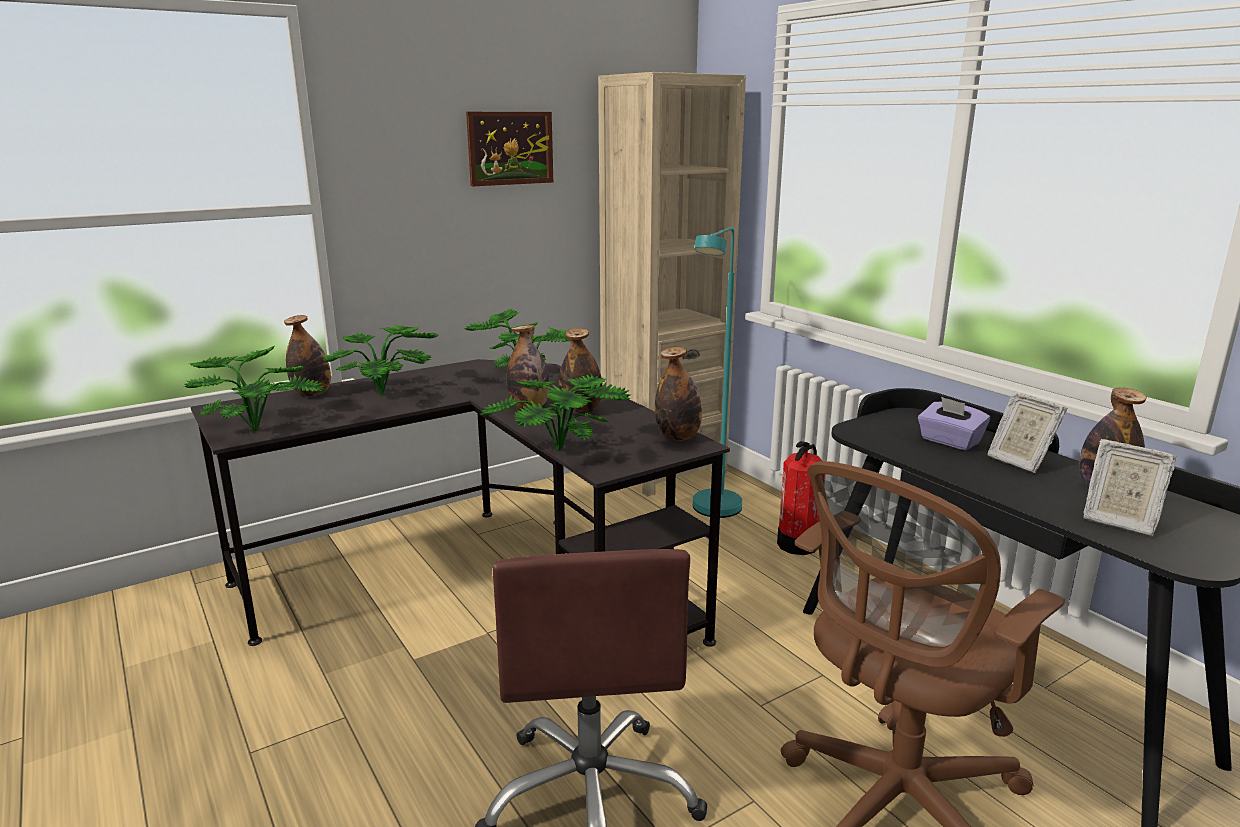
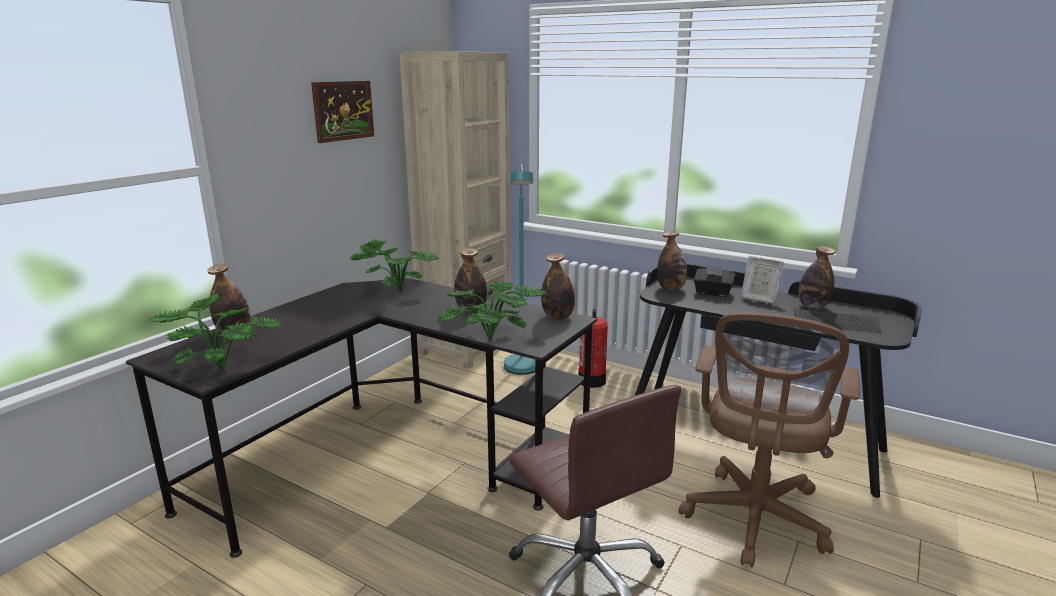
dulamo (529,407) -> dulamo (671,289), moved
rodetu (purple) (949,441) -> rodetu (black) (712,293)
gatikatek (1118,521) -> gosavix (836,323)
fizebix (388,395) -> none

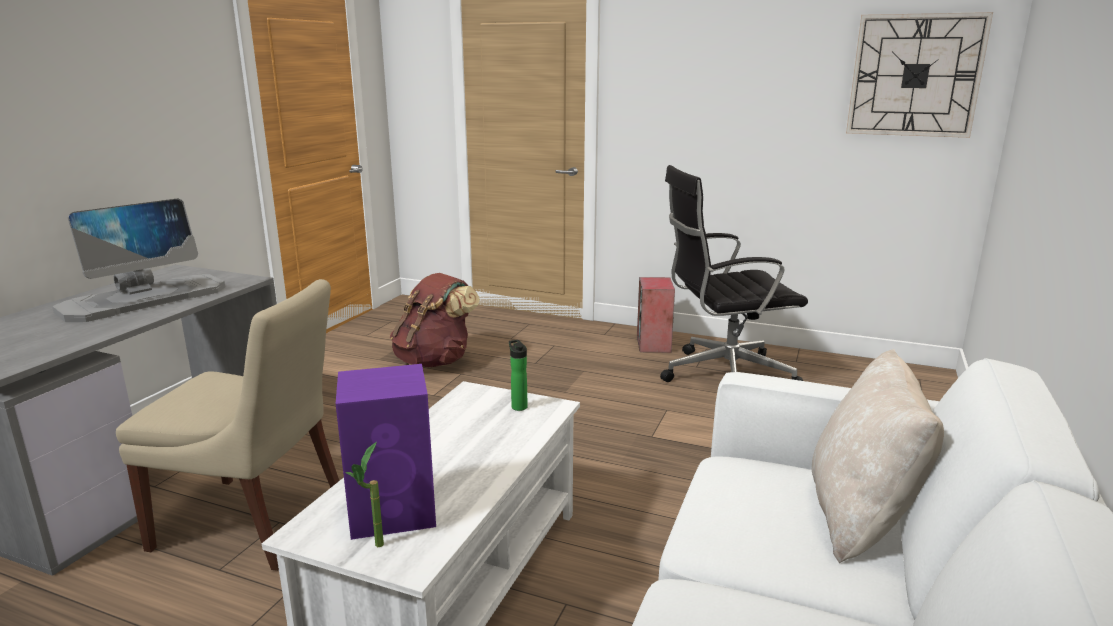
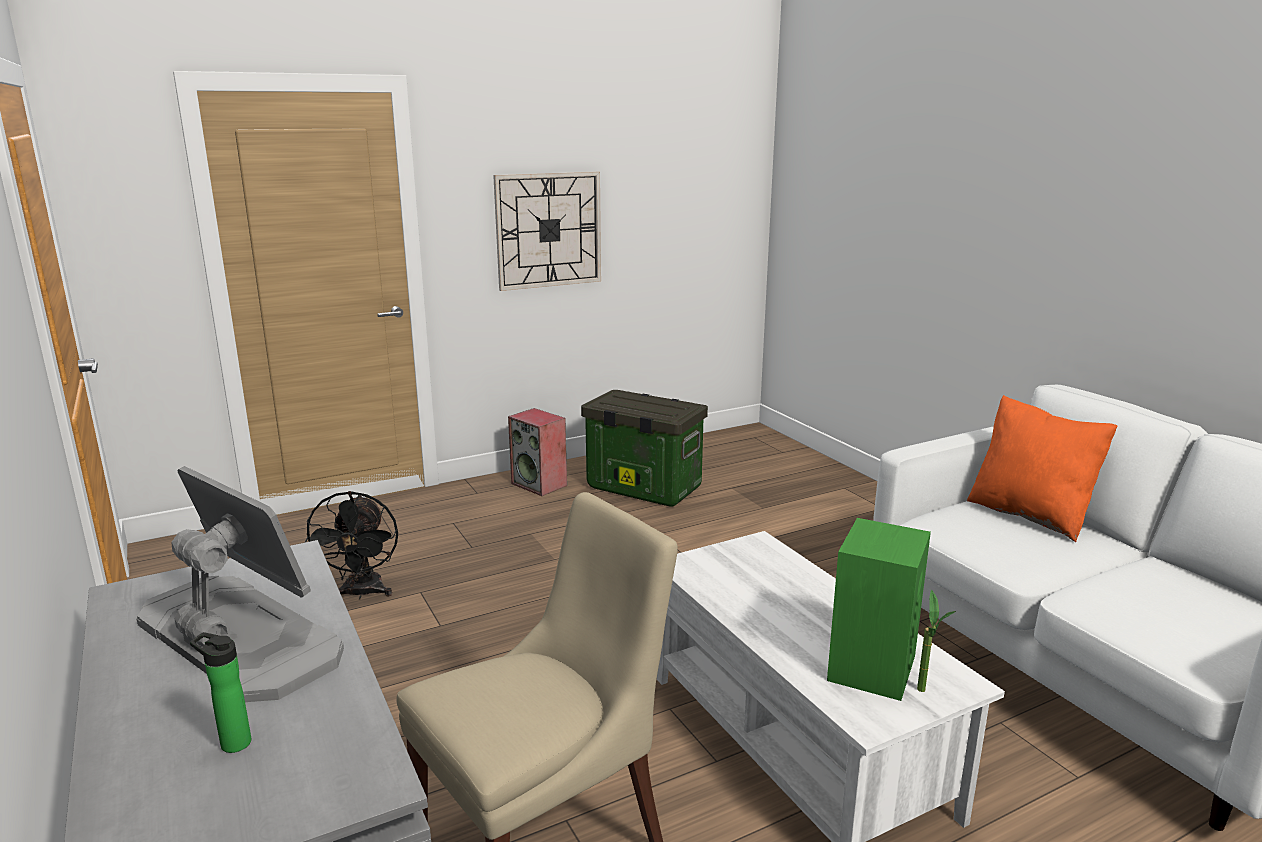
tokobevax (145,299) -> tokobevax (237,636), 45 degrees counterclockwise
dulamo (518,406) -> dulamo (232,742), moved
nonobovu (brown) (435,361) -> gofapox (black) (362,594)
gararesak (915,76) -> gararesak (548,230), moved
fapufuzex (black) (723,376) -> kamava (642,488)
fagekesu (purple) (395,511) -> fagekesu (green) (872,667)
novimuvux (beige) (861,517) -> novimuvux (orange) (1030,515)

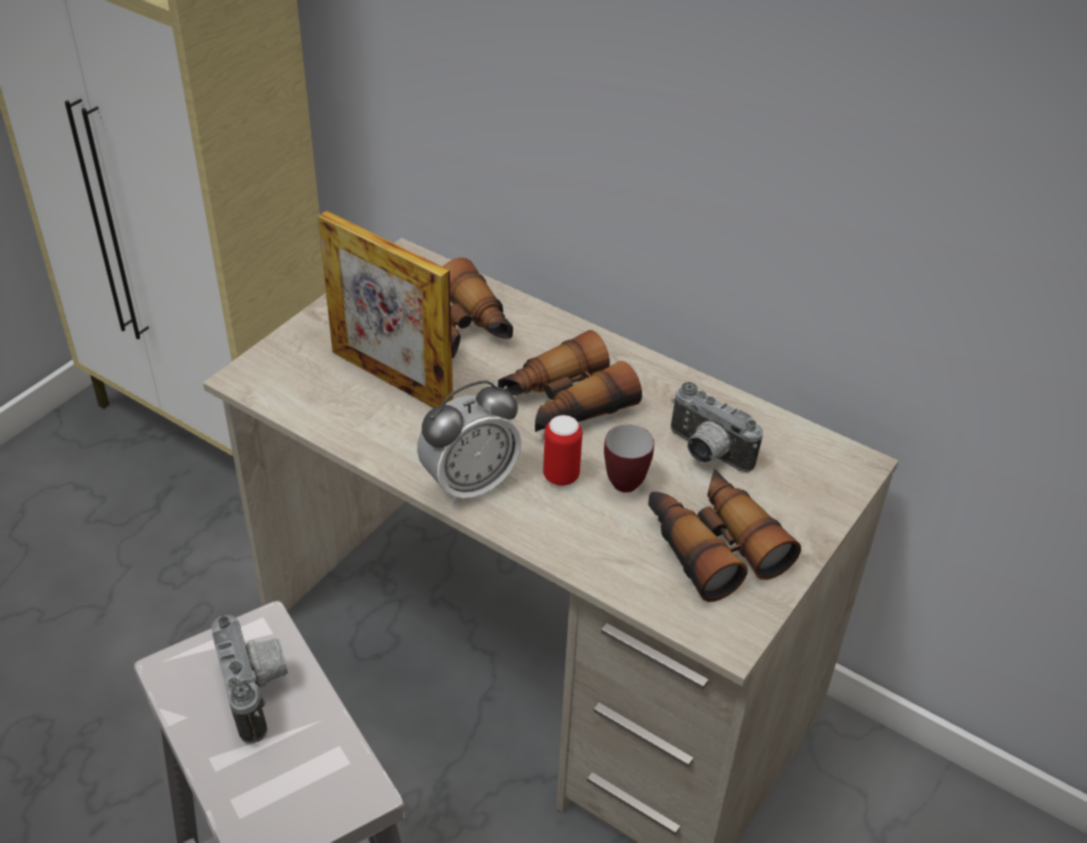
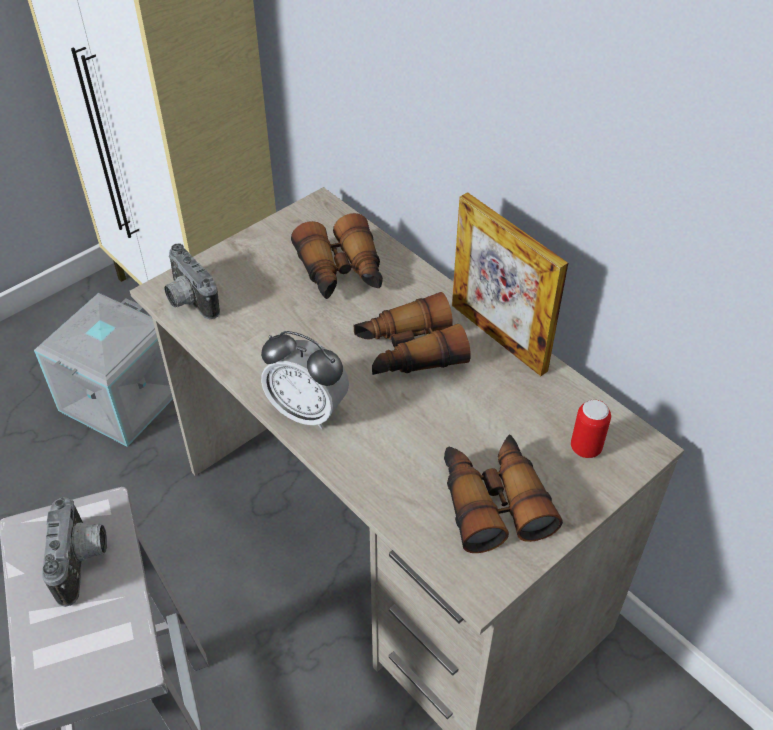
none -> kamava (grey) (123,399)
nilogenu (705,453) -> nilogenu (188,300), moved
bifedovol (470,484) -> bifedovol (307,411), 45 degrees clockwise
gatikatek (391,379) -> gatikatek (498,337), moved
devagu (561,476) -> devagu (585,448), moved
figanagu (626,479) -> none

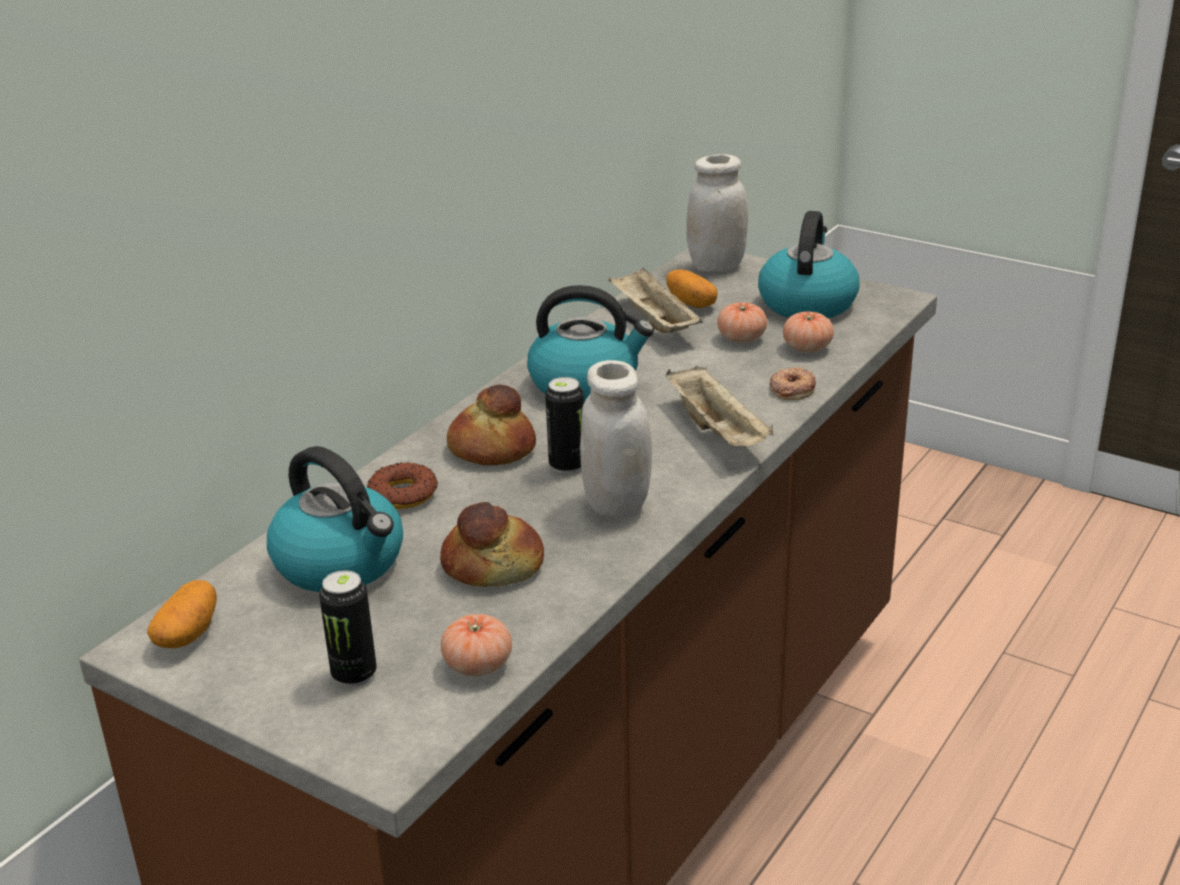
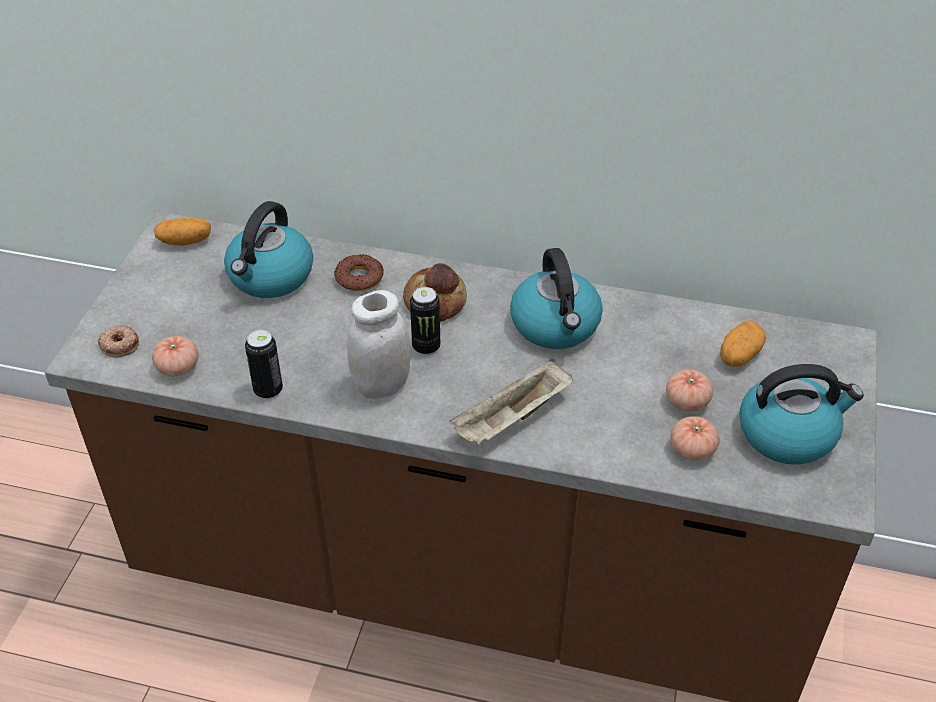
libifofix (791,389) -> libifofix (119,344), moved
devagu (354,674) -> devagu (268,390), moved
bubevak (493,564) -> none
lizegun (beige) (653,321) -> none
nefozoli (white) (716,266) -> none

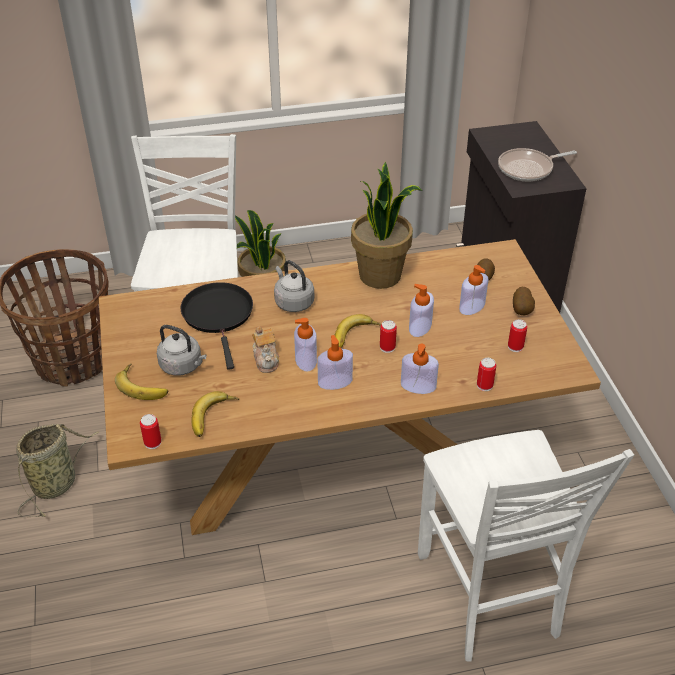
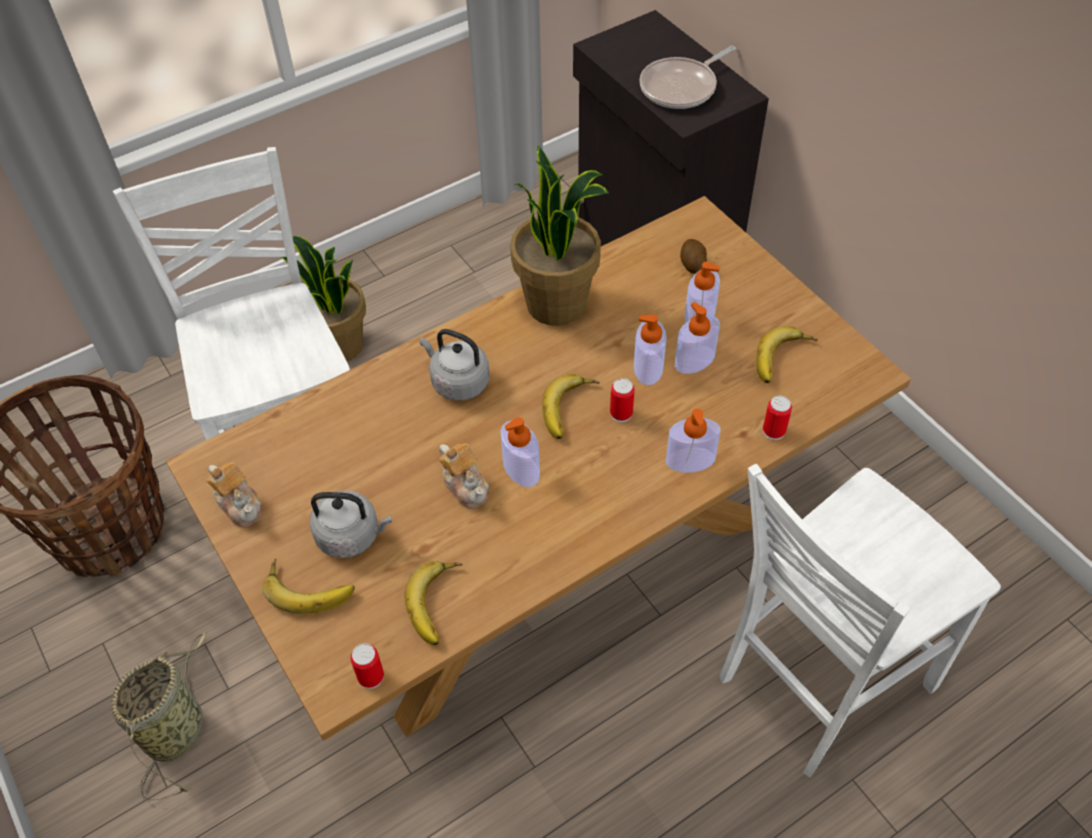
none -> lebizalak (240,504)
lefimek (335,381) -> lefimek (694,360), moved
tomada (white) (489,597) -> tomada (white) (819,681), 90 degrees clockwise
devagu (515,347) -> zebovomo (783,360)
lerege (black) (219,316) -> none
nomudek (522,310) -> none

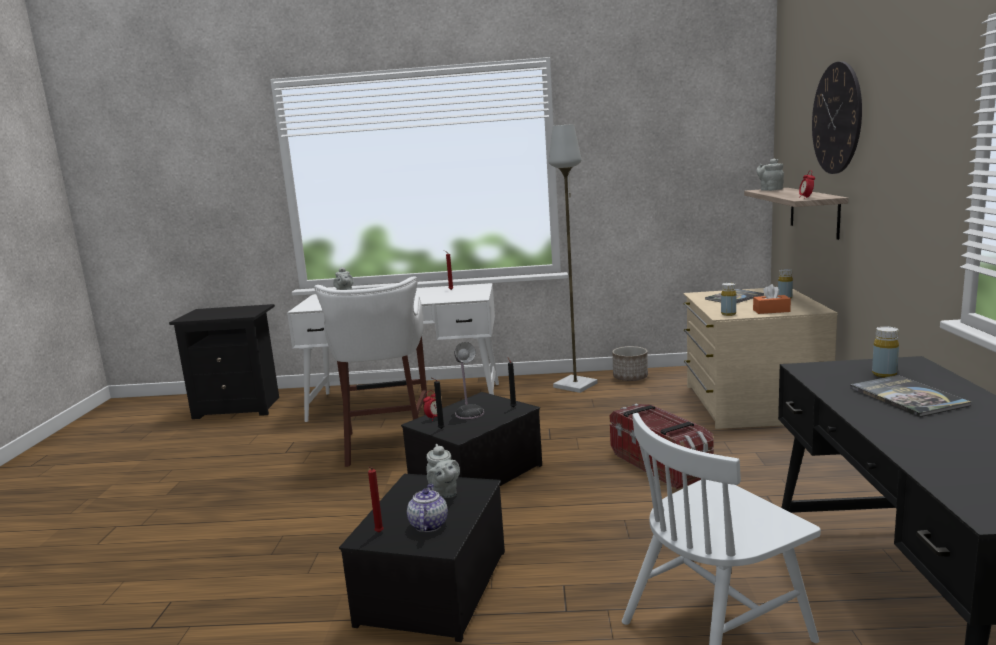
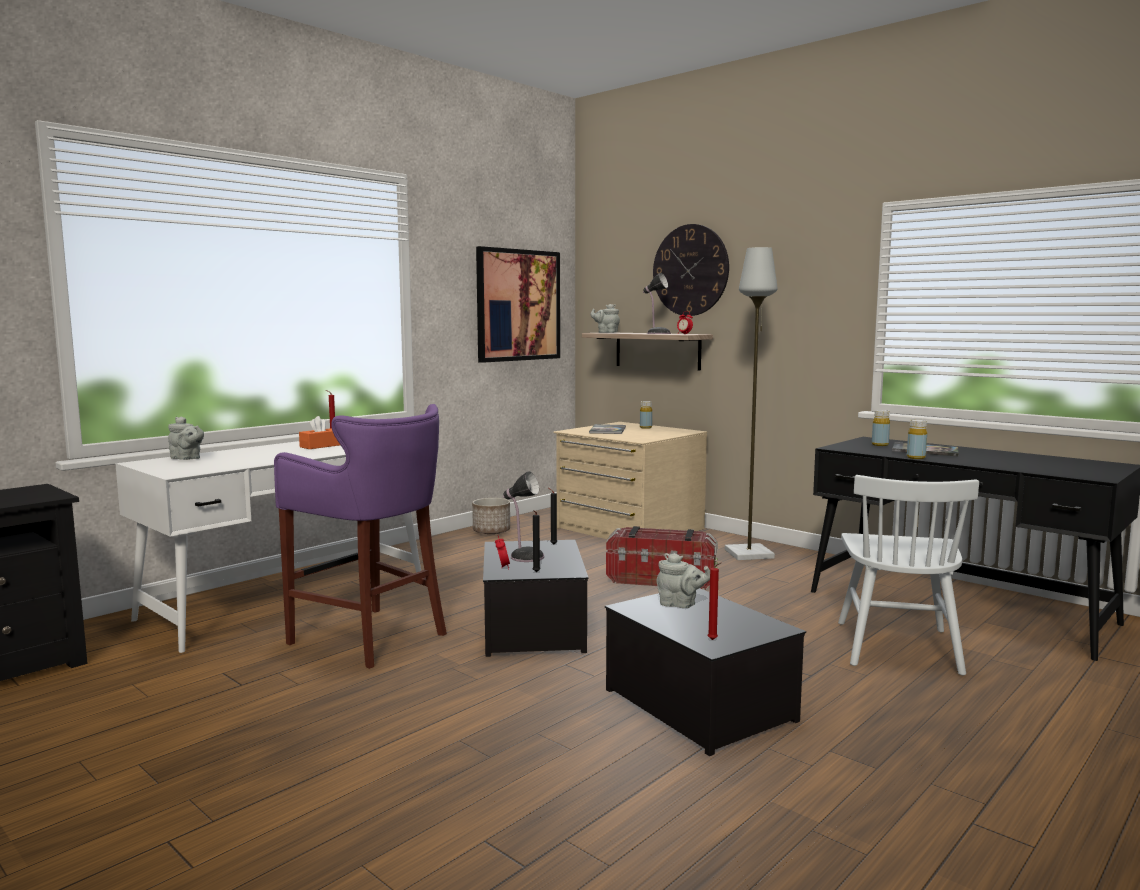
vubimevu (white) (387,446) -> vubimevu (purple) (372,638)
rodetu (orange) (771,311) -> rodetu (orange) (320,446), moved
none -> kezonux (518,305)
none -> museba (657,333)
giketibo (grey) (576,385) -> giketibo (grey) (749,553), moved
dulamo (yellow) (728,314) -> dulamo (yellow) (916,457), moved
lebizalak (428,525) -> none

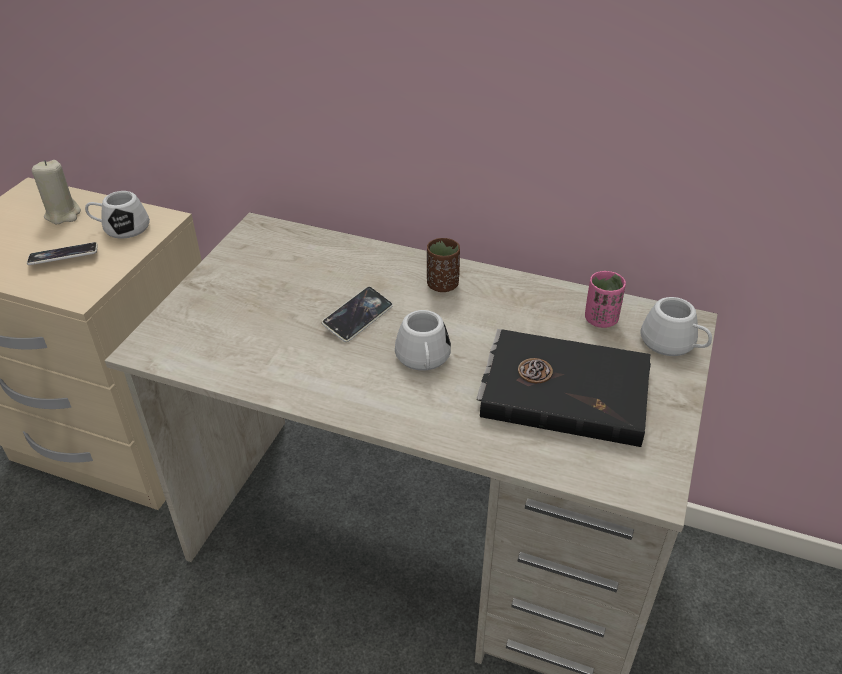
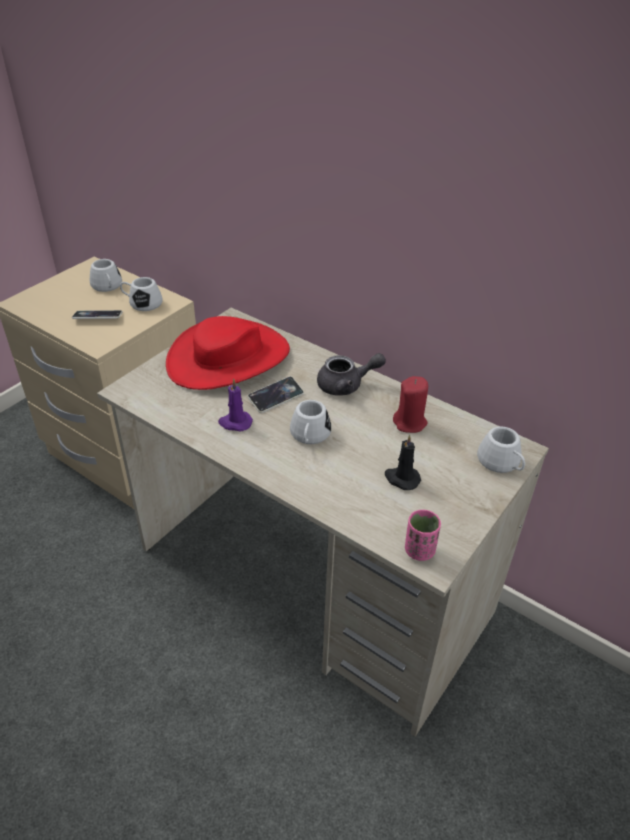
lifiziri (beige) (63,214) -> figanagu (white) (108,287)
none -> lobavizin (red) (229,358)
none -> lifiziri (purple) (235,423)
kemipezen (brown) (442,285) -> lebizalak (grey) (346,385)
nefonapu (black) (564,389) -> lifiziri (black) (401,478)
none -> lifiziri (red) (410,423)
kemipezen (pink) (600,319) -> kemipezen (pink) (419,550), moved

